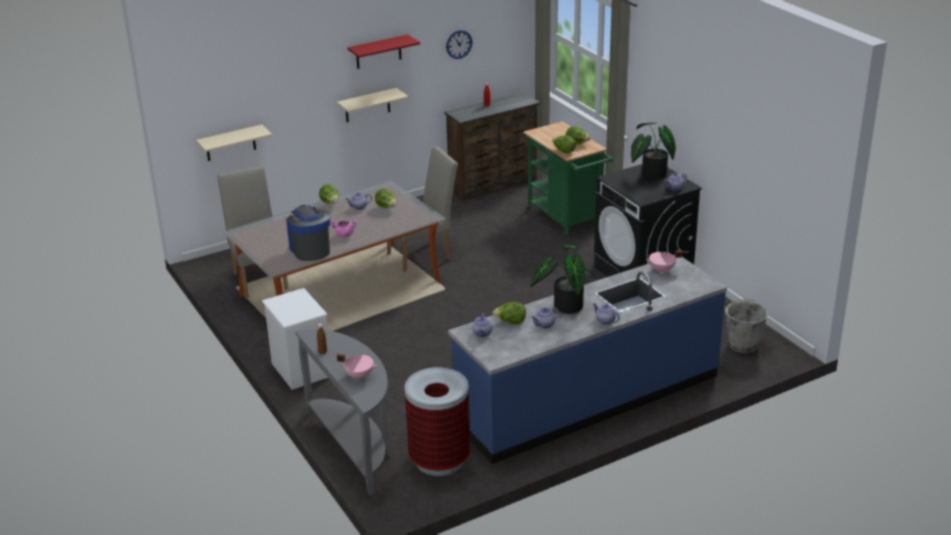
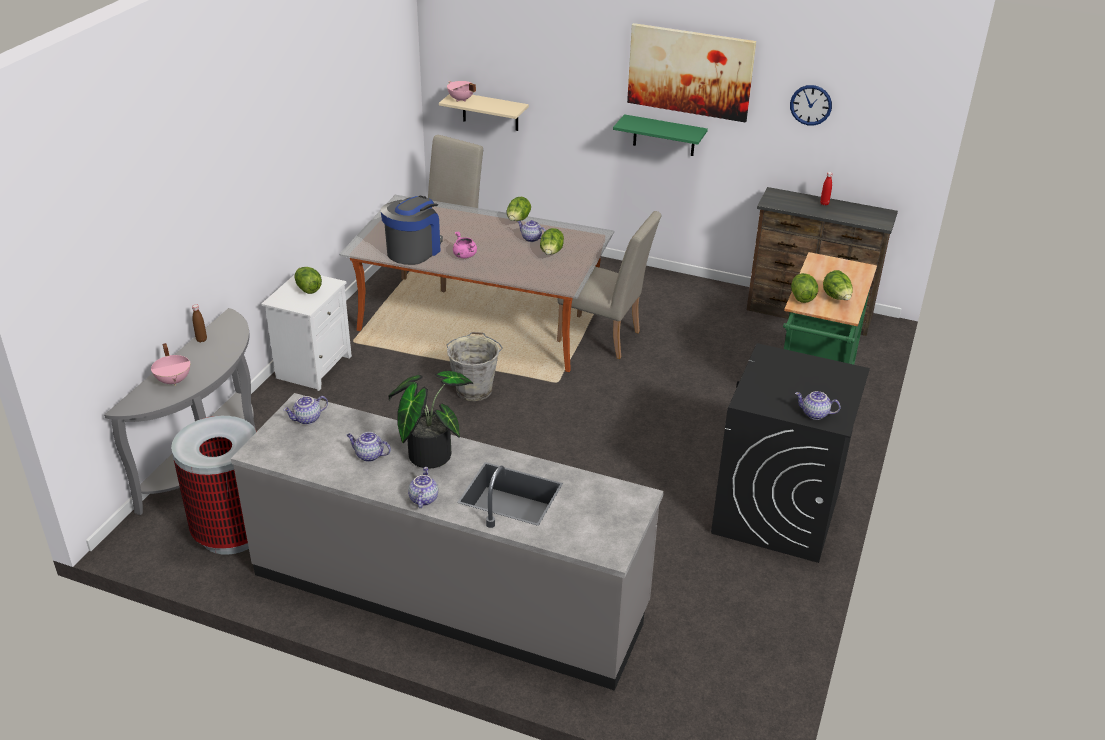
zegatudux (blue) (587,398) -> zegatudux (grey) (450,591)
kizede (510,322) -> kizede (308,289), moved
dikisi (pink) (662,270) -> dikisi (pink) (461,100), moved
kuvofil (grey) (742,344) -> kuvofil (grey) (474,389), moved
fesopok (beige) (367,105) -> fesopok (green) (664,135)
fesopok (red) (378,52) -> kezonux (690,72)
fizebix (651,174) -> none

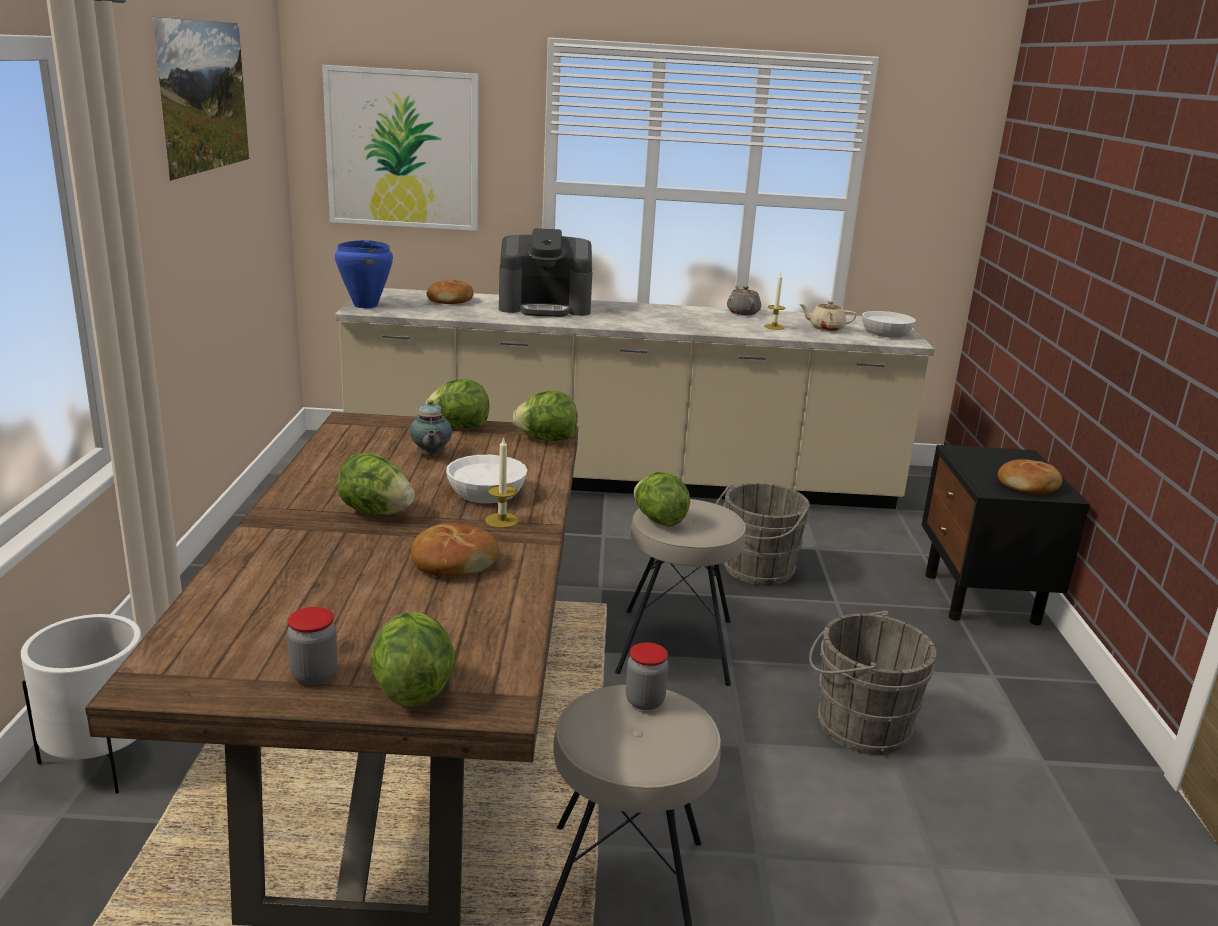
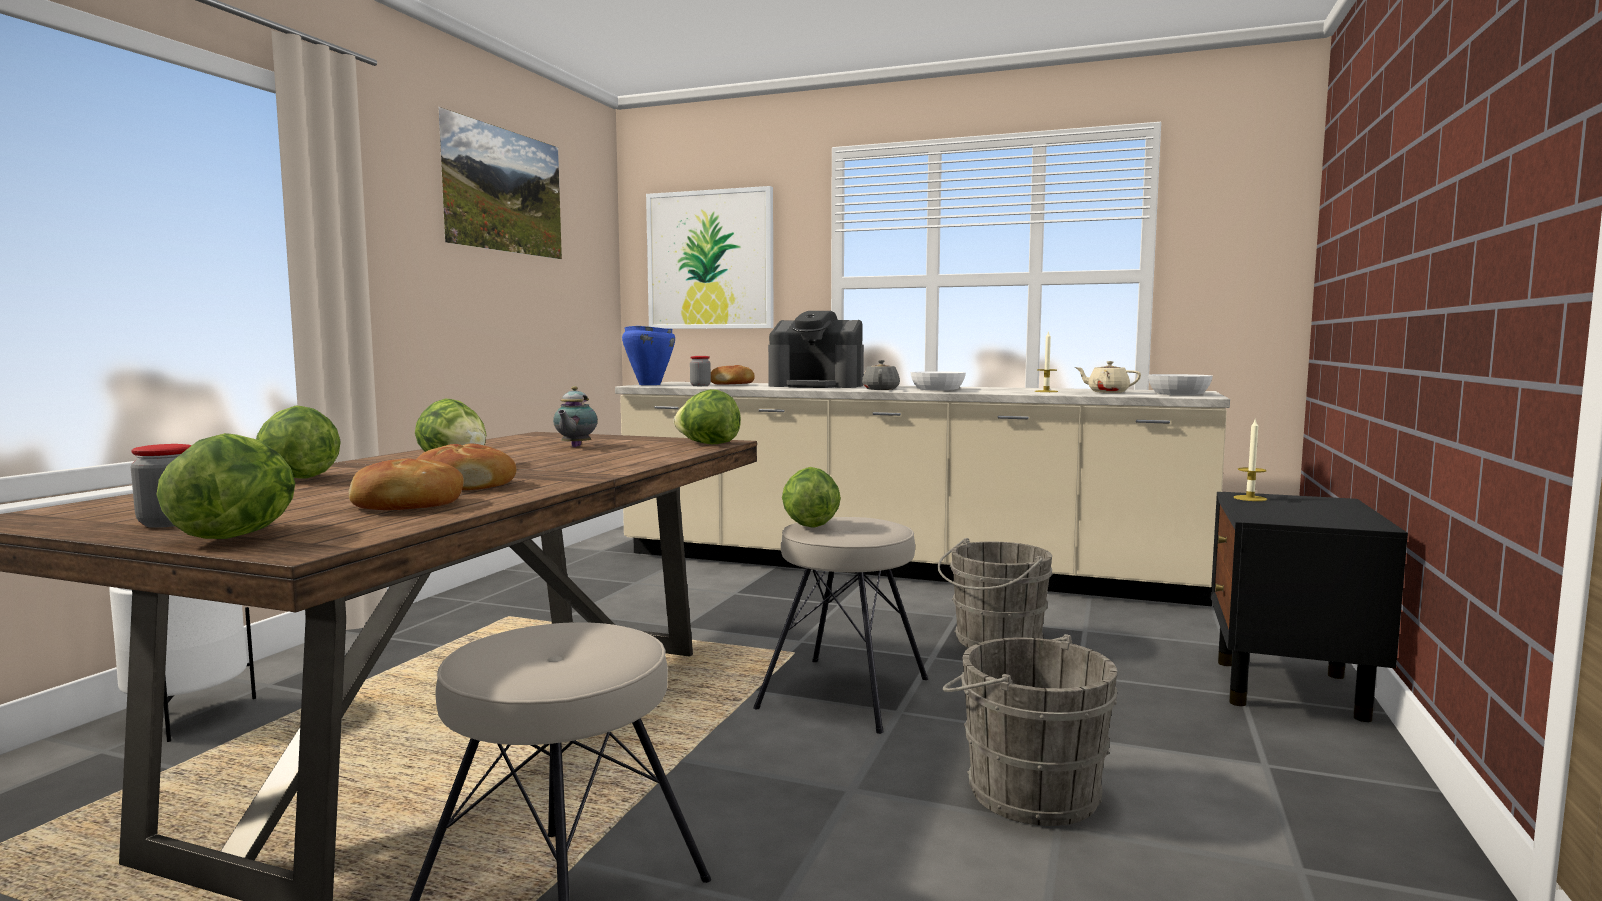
kizede (459,427) -> kizede (297,478), moved
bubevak (1028,486) -> bubevak (406,505), moved
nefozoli (644,701) -> nefozoli (700,386), moved
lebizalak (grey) (742,312) -> lebizalak (grey) (881,389), moved
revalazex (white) (486,492) -> revalazex (white) (937,389), moved
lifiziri (502,520) -> lifiziri (1250,498), moved

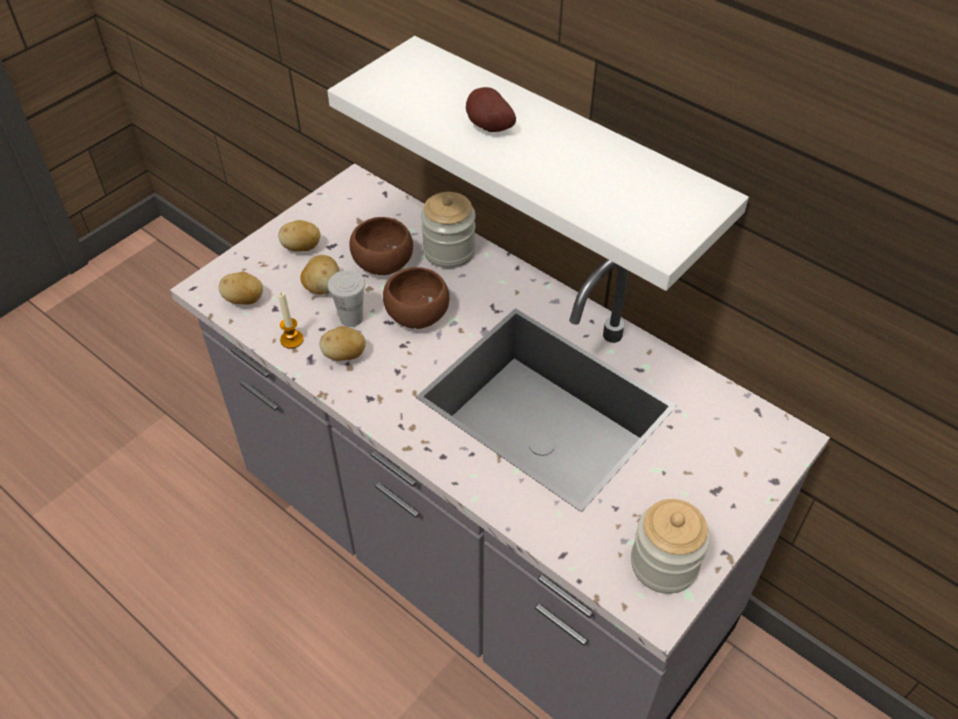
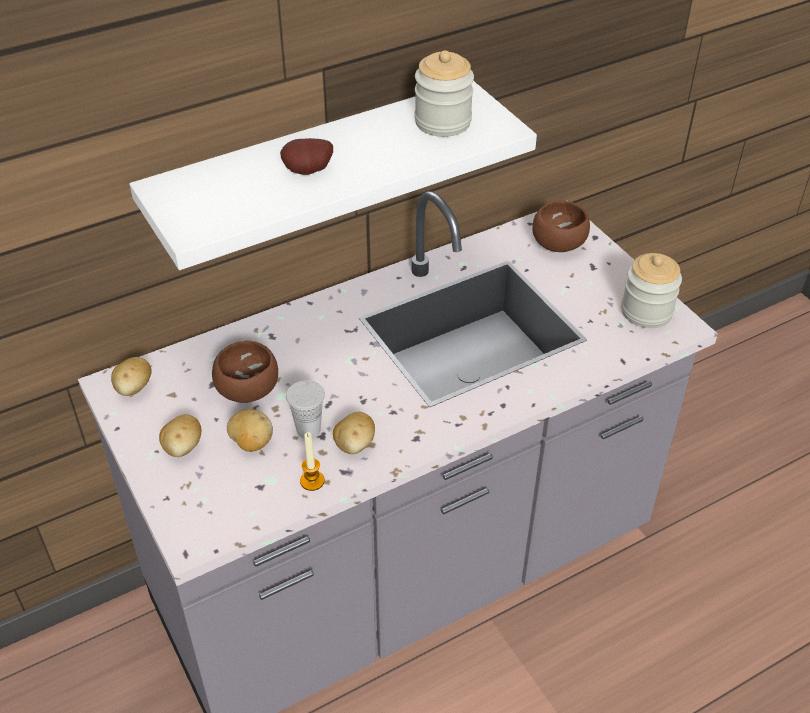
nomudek (244,300) -> nomudek (134,388), moved
nefozoli (449,251) -> nefozoli (442,122), moved
revalazex (brown) (417,317) -> revalazex (brown) (560,244), moved

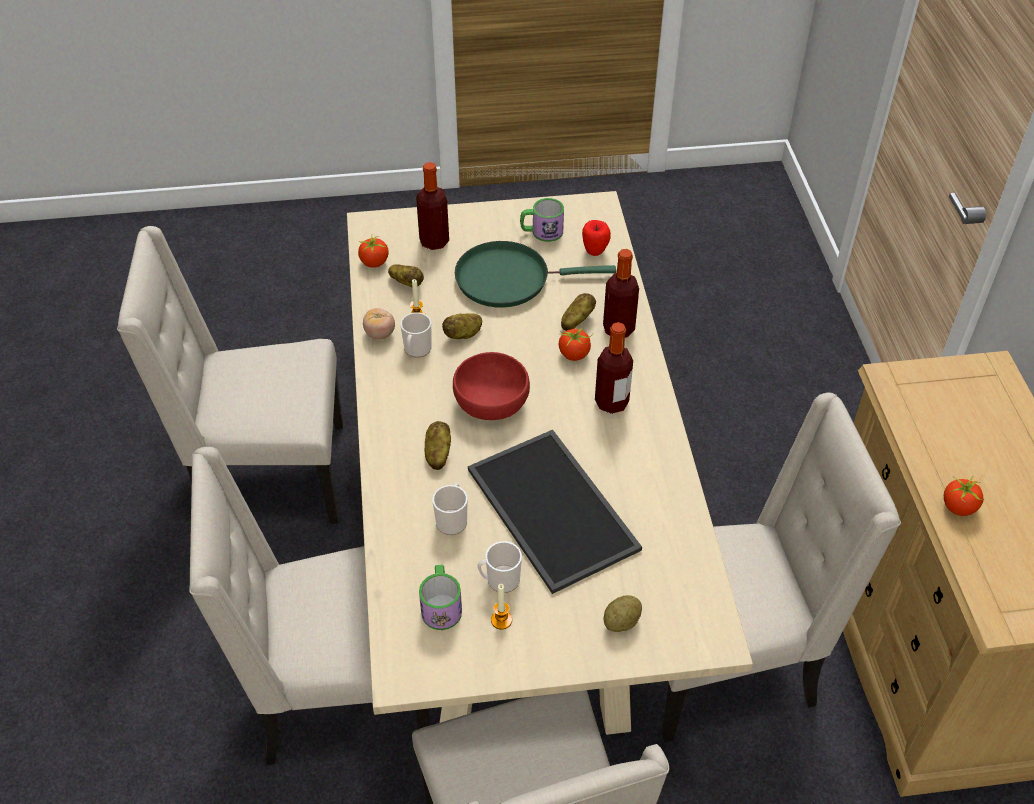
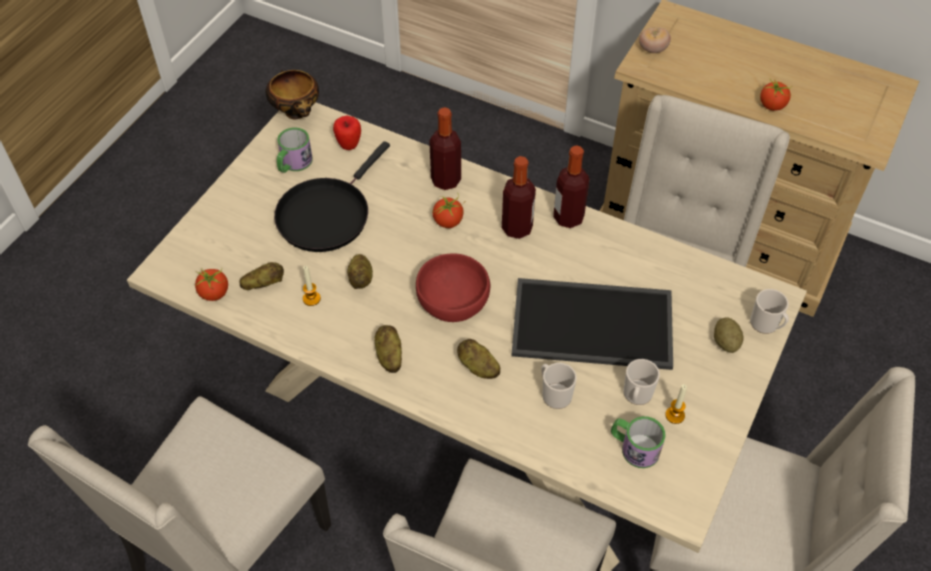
none -> revalazex (297,113)
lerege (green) (509,279) -> lerege (black) (326,214)
nomudek (576,320) -> nomudek (389,356), moved
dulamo (434,241) -> dulamo (568,217), moved
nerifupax (380,334) -> nerifupax (652,49), moved
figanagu (416,350) -> figanagu (766,325), moved

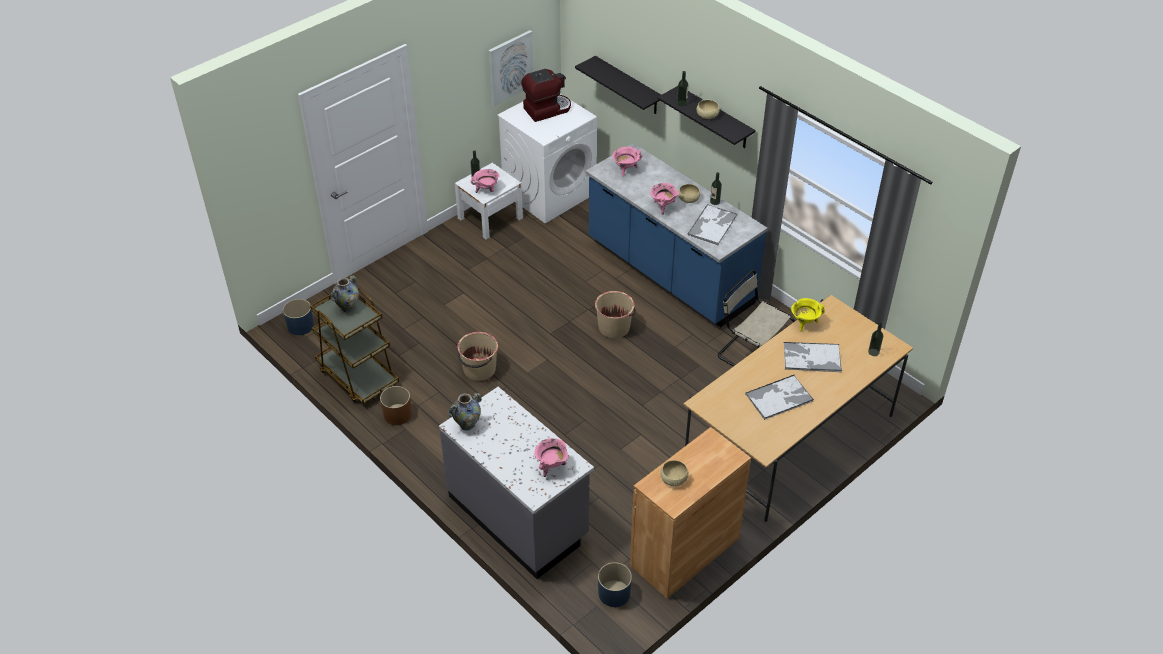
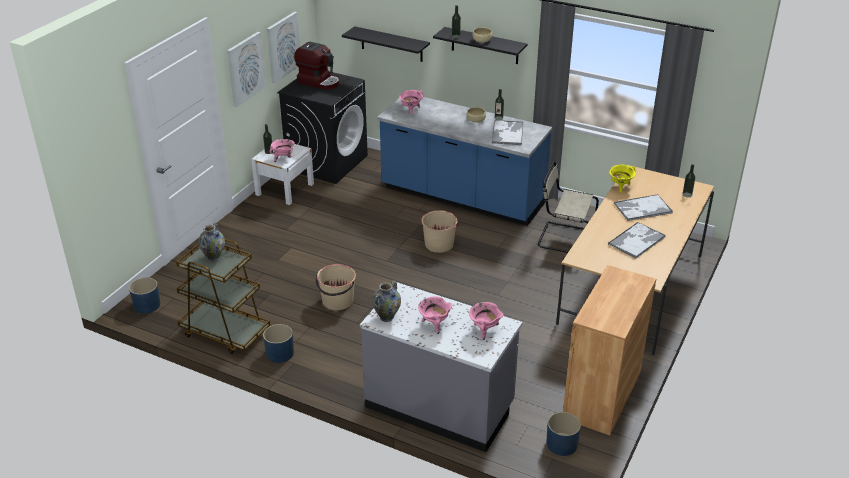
none -> kezonux (245,69)
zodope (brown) (397,414) -> zodope (blue) (279,353)
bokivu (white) (549,193) -> bokivu (black) (327,162)
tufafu (547,109) -> tufafu (319,82), 75 degrees clockwise
dikisi (pink) (663,206) -> dikisi (pink) (434,324), moved
revalazex (beige) (674,478) -> none

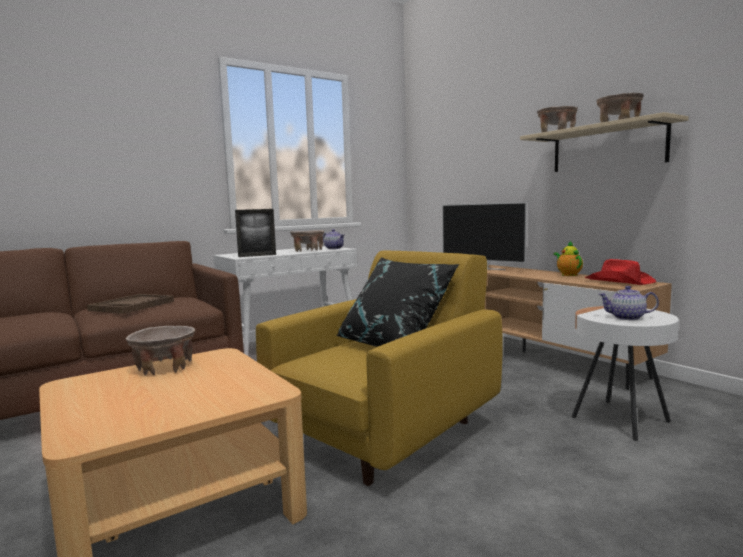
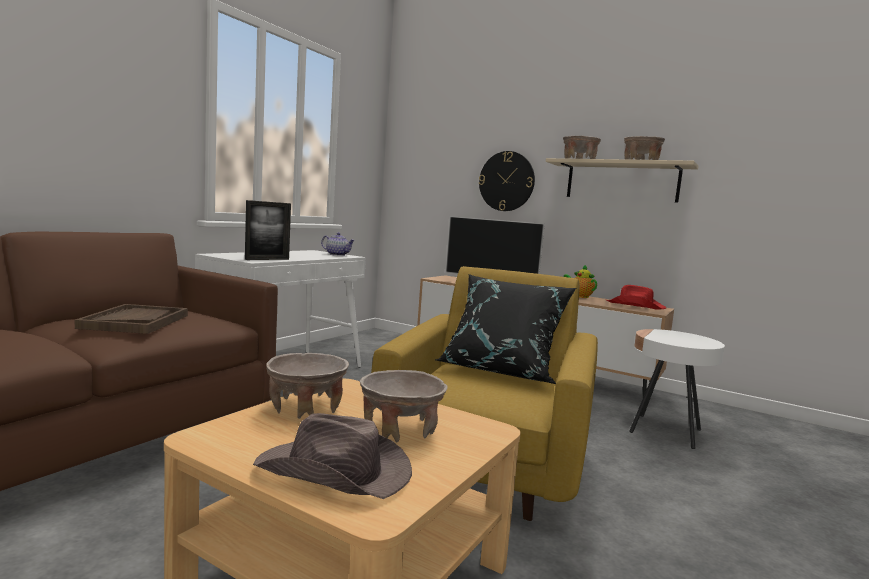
none -> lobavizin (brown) (335,472)
revalazex (beige) (308,251) -> revalazex (beige) (400,430), moved
none -> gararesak (506,181)
lebizalak (626,317) -> none

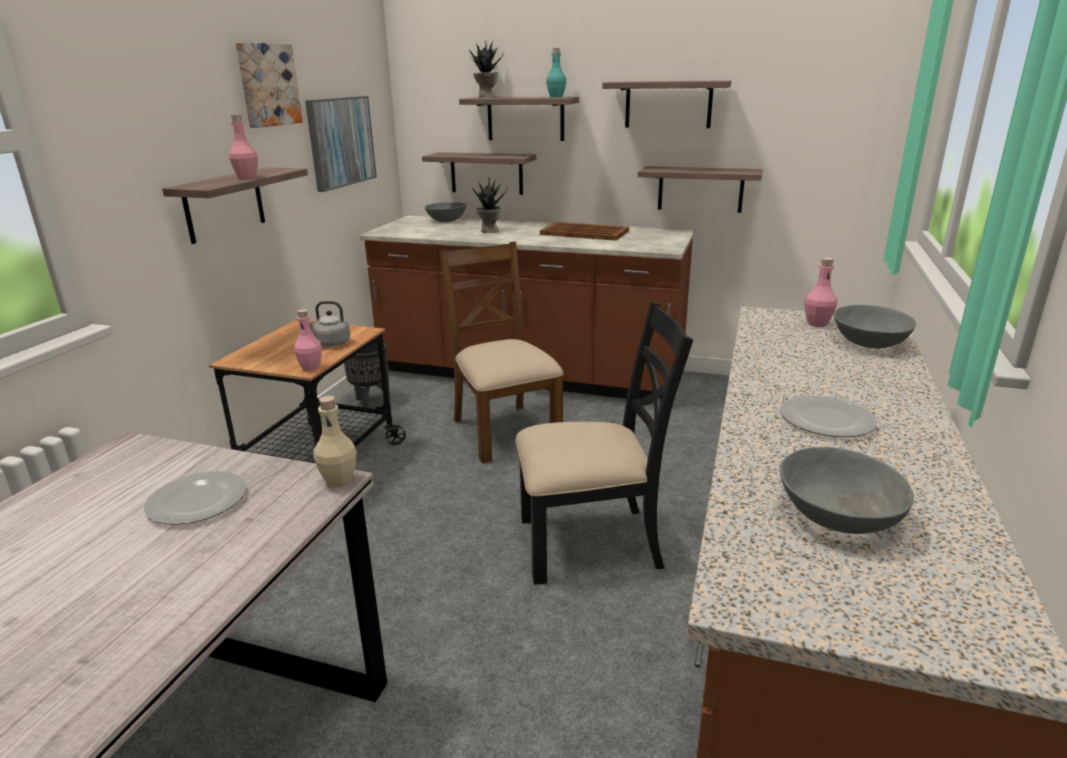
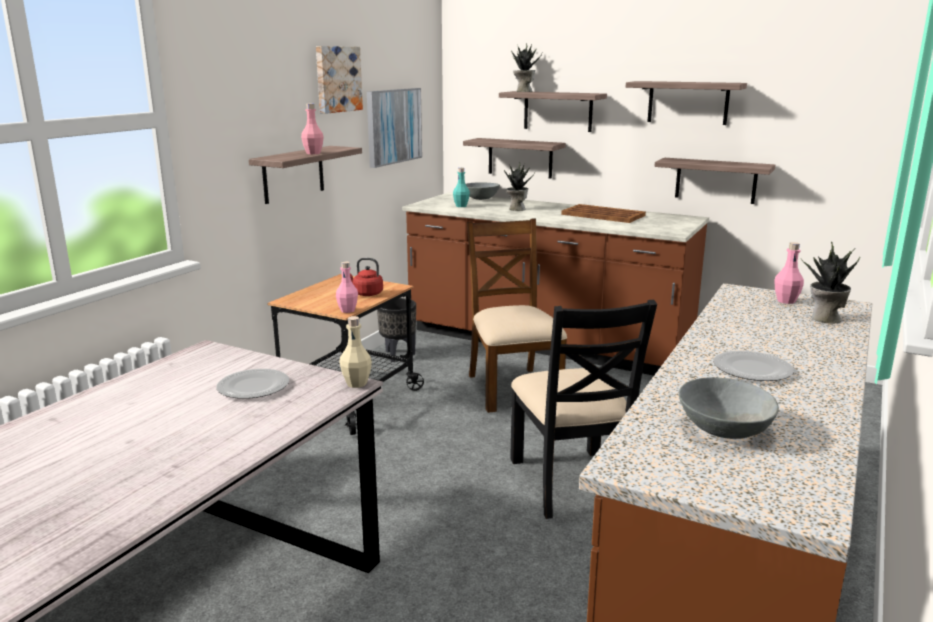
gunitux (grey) (330,343) -> gunitux (red) (366,294)
dulamo (turquoise) (556,97) -> dulamo (turquoise) (461,206), moved
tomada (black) (591,542) -> tomada (black) (571,482), 75 degrees clockwise
revalazex (grey) (868,343) -> fizebix (824,319)

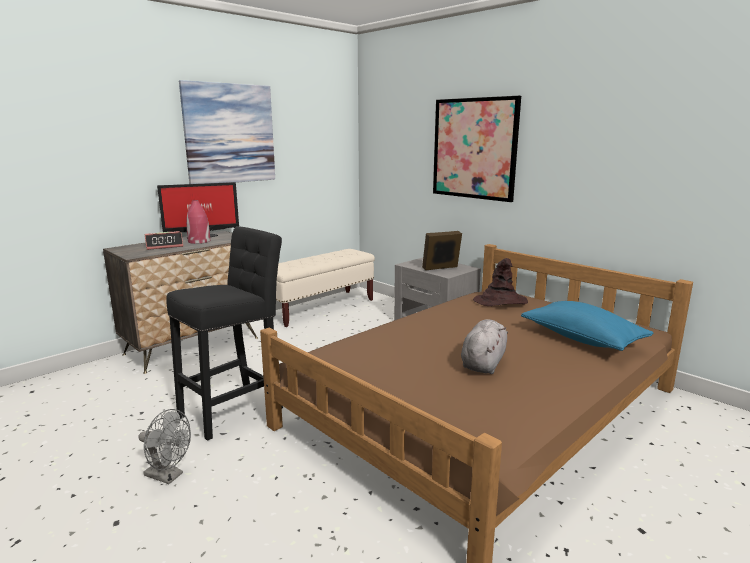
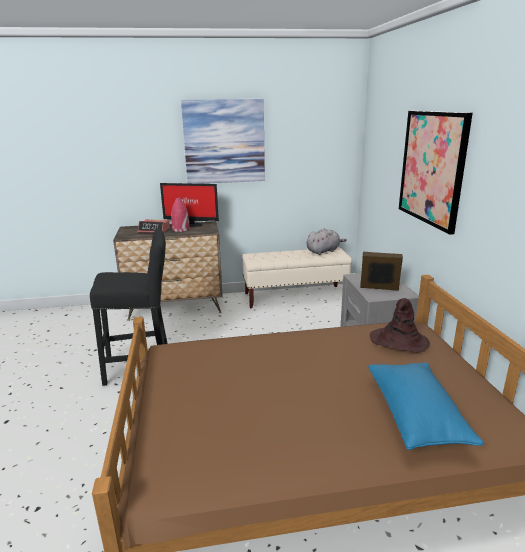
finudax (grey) (483,363) -> finudax (grey) (323,251), moved
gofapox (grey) (168,476) -> none

